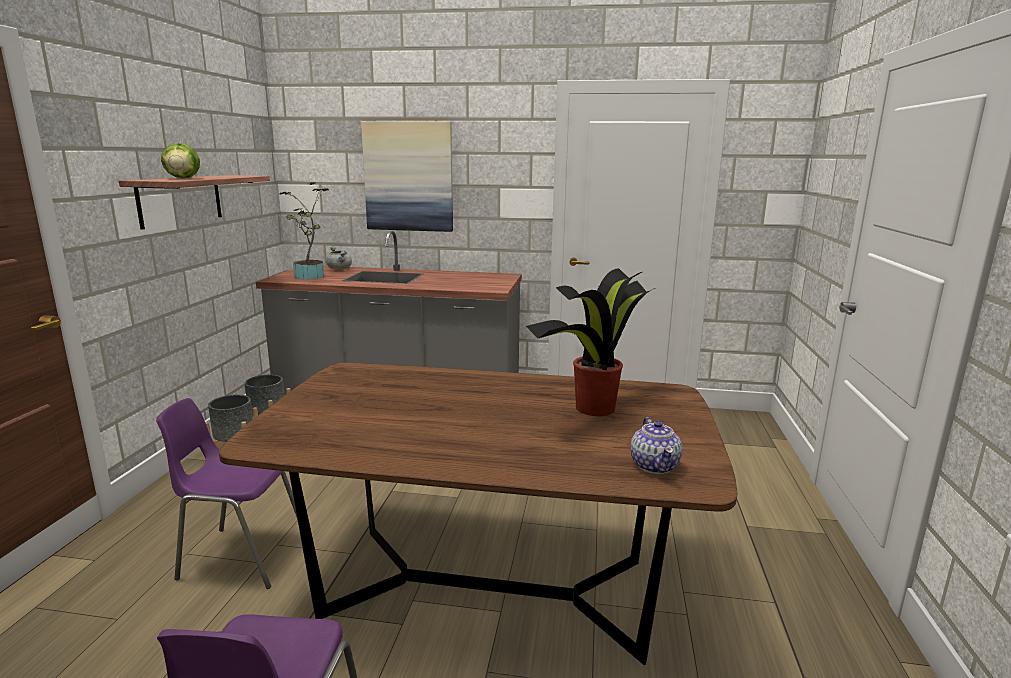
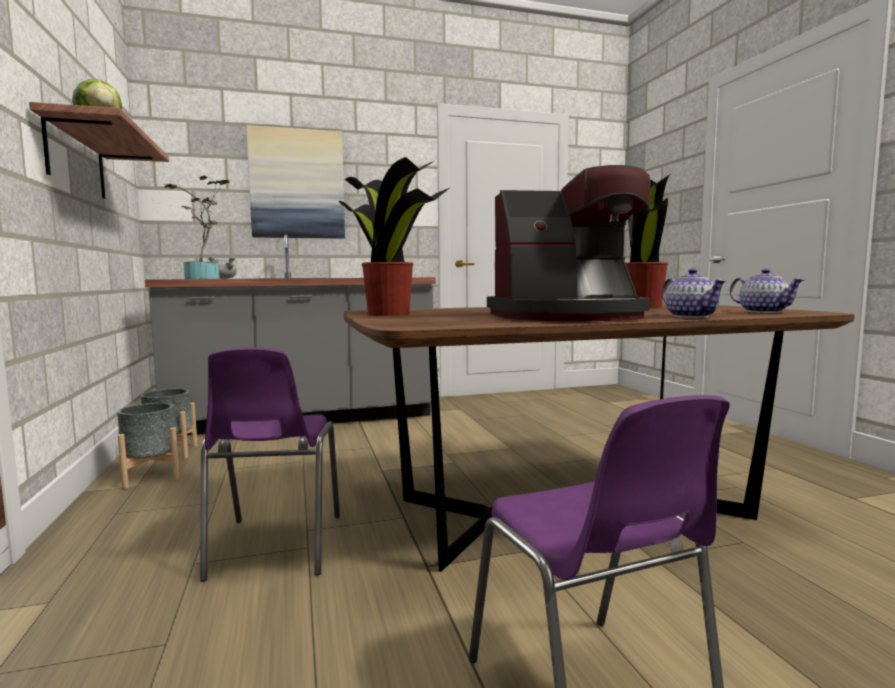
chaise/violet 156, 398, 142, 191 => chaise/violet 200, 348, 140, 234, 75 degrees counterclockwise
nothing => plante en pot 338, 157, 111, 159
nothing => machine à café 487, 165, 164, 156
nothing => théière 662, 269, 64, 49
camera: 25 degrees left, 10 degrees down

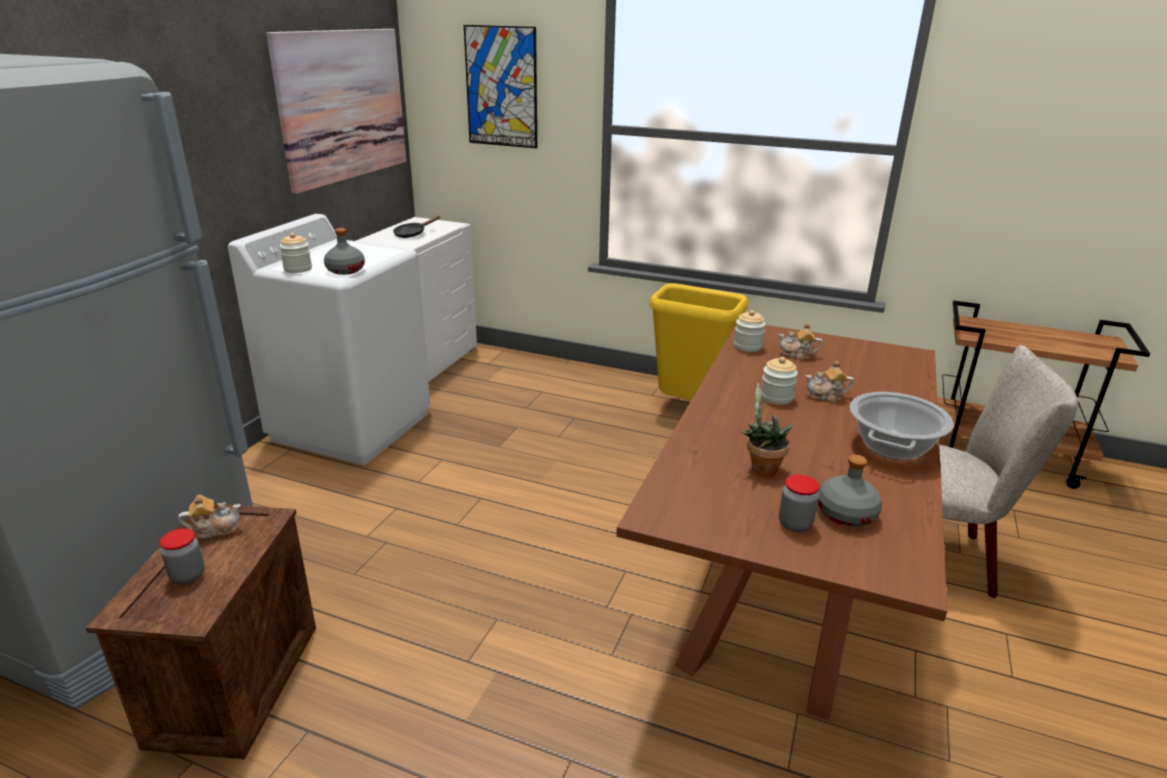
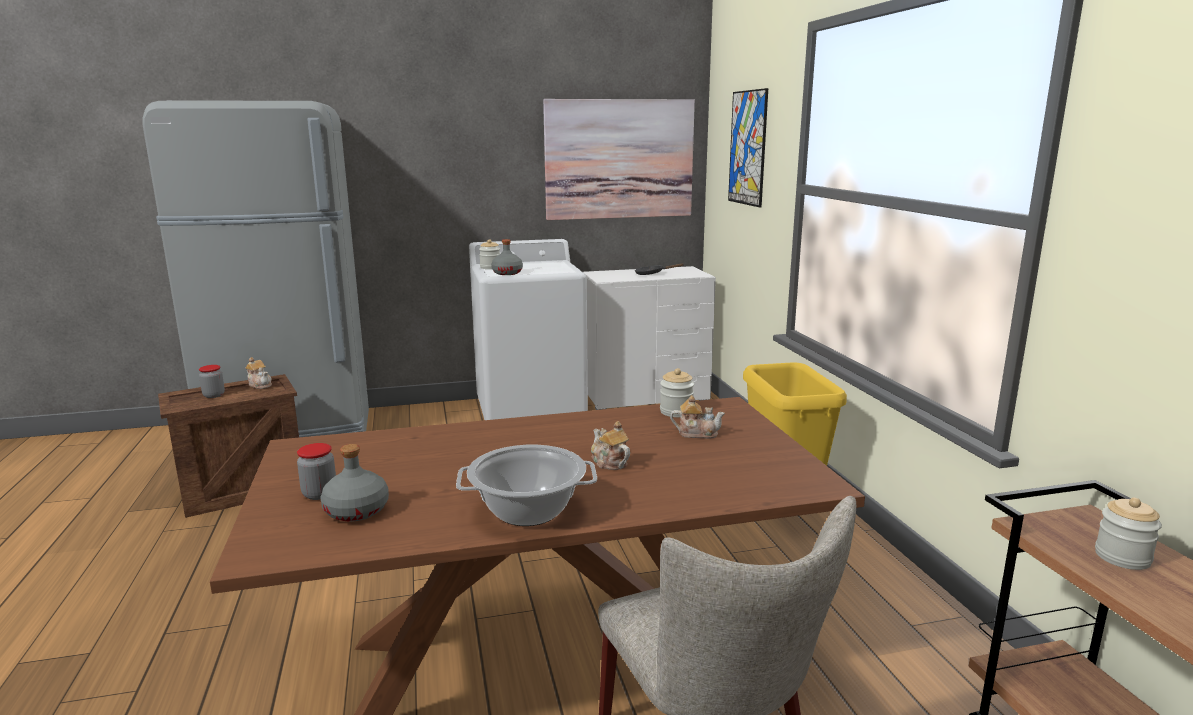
théière 778, 323, 45, 37 => théière 670, 395, 55, 43, 120 degrees clockwise
bocal 761, 357, 37, 48 => bocal 1095, 498, 67, 72, shifted
plante en pot 741, 383, 52, 93 => nothing
camera: 55 degrees right, 10 degrees down

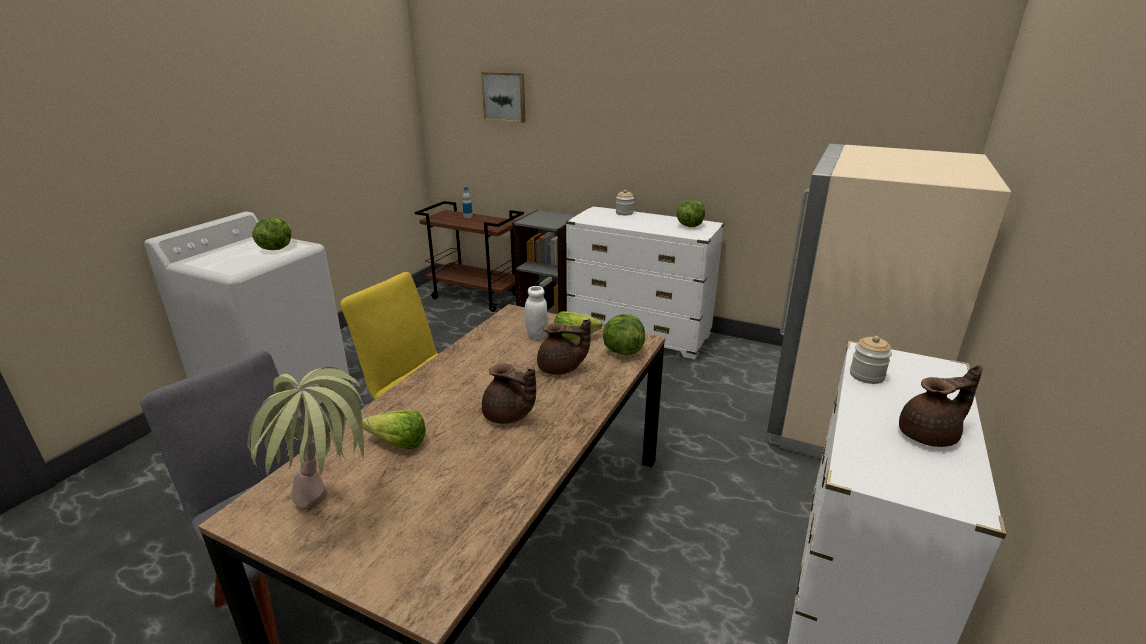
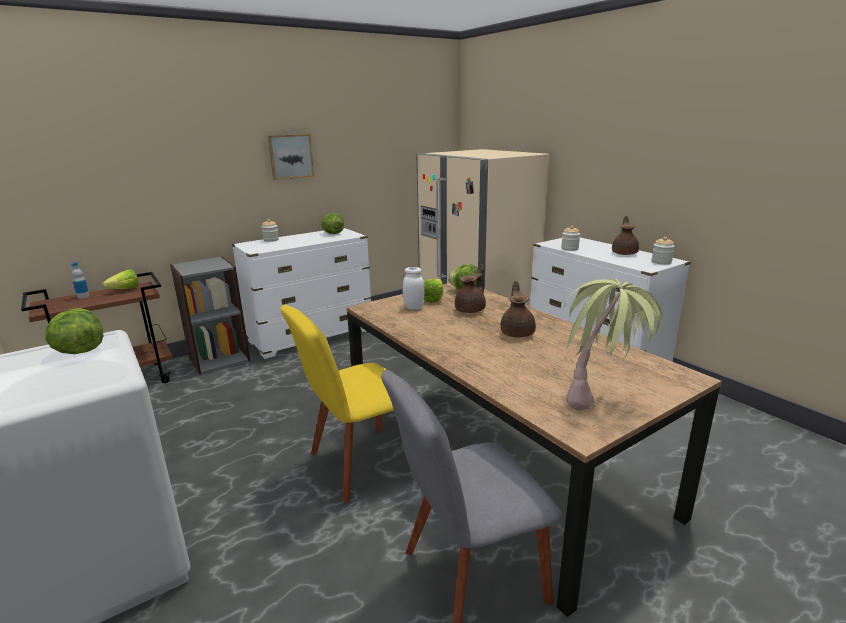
laitue 362, 410, 64, 40 => laitue 102, 269, 37, 20, shifted
tableau 481, 72, 45, 51 => tableau 268, 134, 46, 46, shifted
théière/marron 482, 364, 54, 60 => théière/marron 500, 281, 36, 57, 60 degrees counterclockwise
nothing => bocal 651, 237, 24, 28
camera: 60 degrees left, 5 degrees down

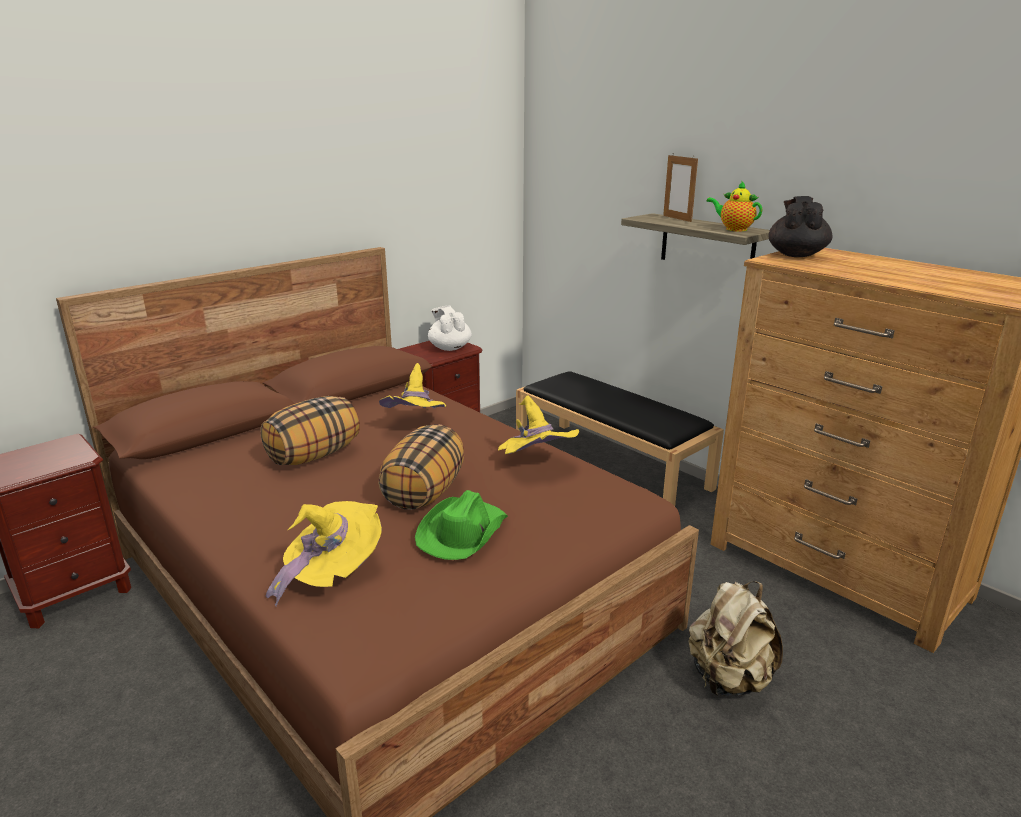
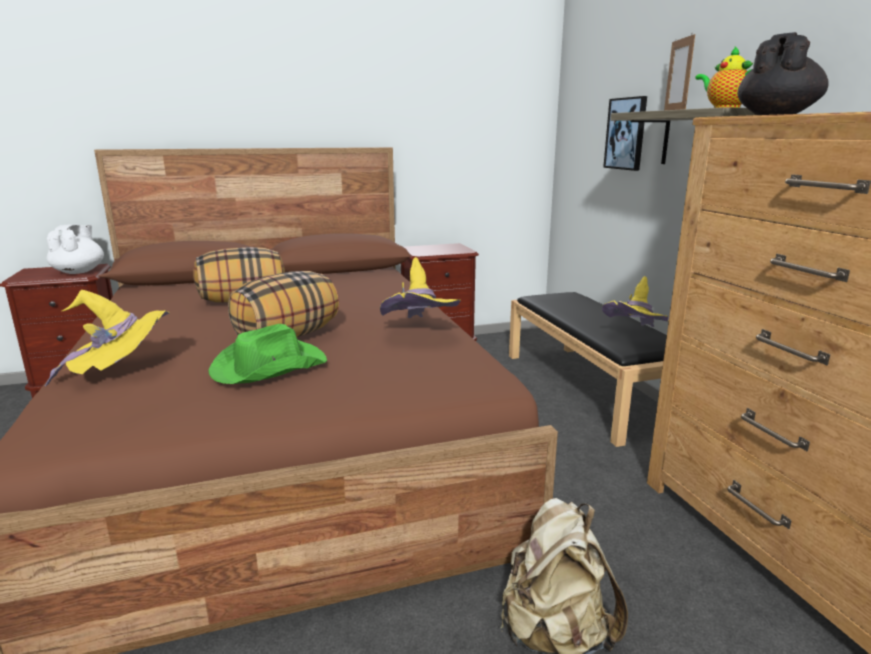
théière/blanc 428, 306, 44, 45 => théière/blanc 46, 224, 58, 50, shifted
chapeau/jaune 379, 363, 67, 45 => chapeau/jaune 602, 276, 67, 51, shifted
nothing => tableau 603, 96, 44, 75
camera: 25 degrees right, 5 degrees down

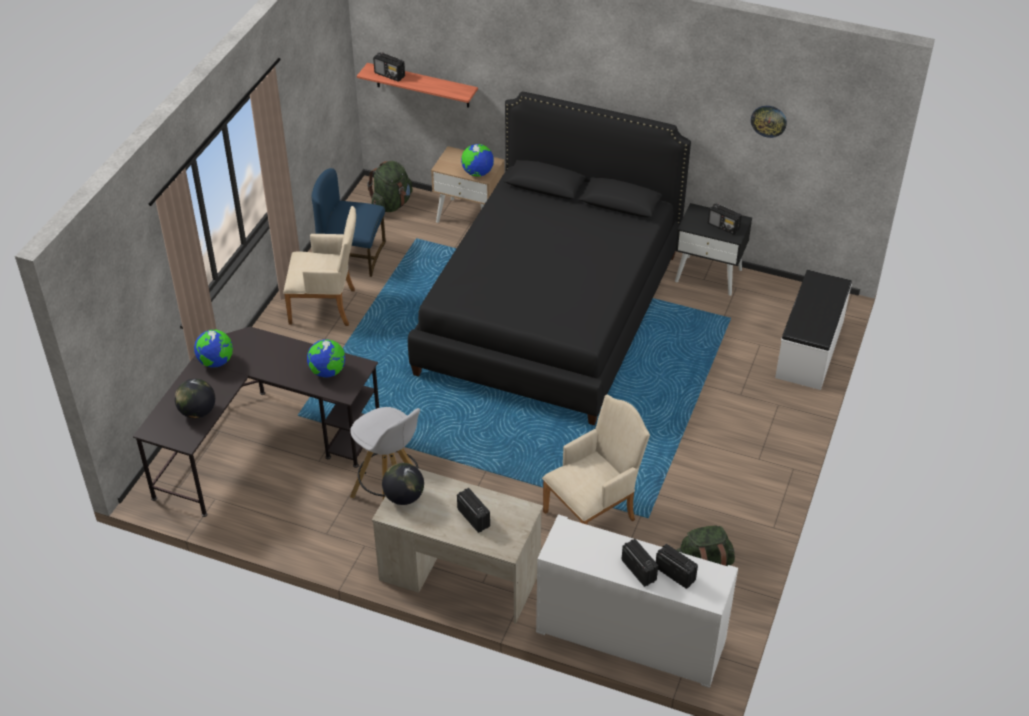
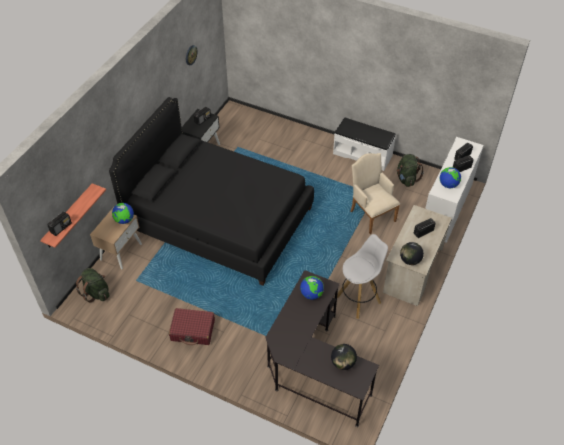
fauteuil/beige 283, 206, 73, 120 => valise/rouge 169, 308, 46, 37
banc/blanc 775, 270, 77, 120 => banc/blanc 333, 117, 63, 54, shifted
globe 194, 330, 39, 37 => globe 440, 167, 21, 21, shifted
chaise/bleu 312, 168, 74, 109 => nothing
camera: 85 degrees left, 5 degrees up

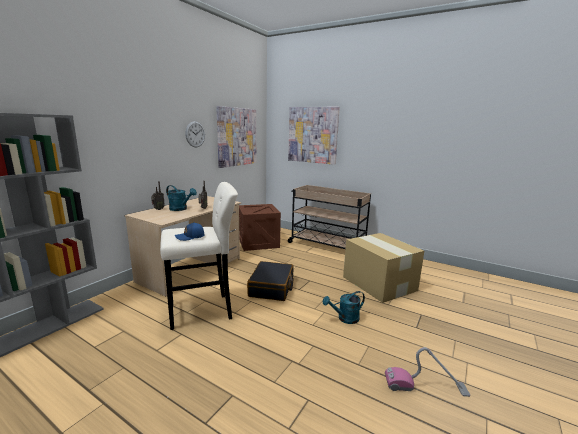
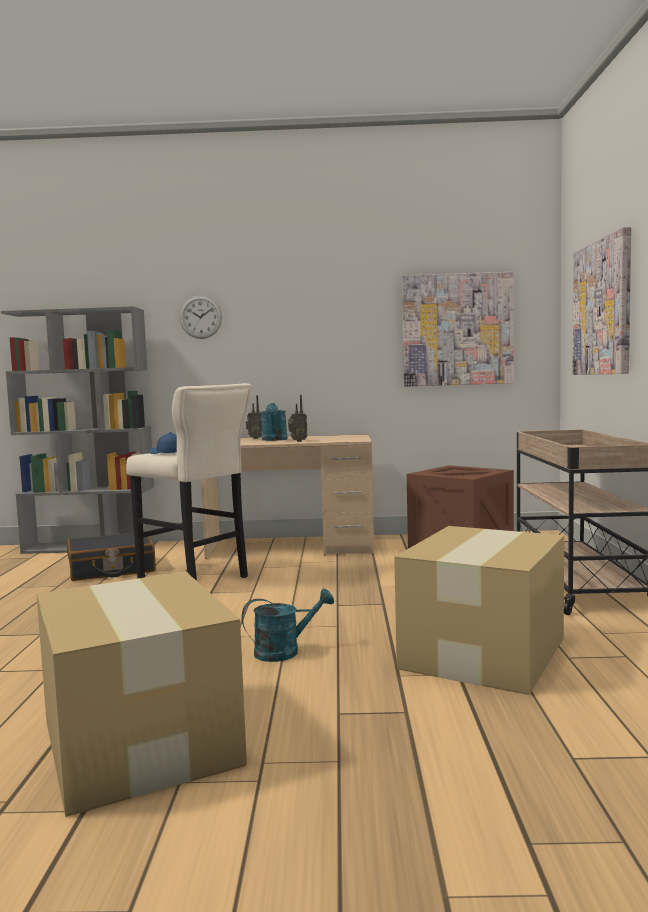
aspirateur 385, 347, 85, 50 => carton 36, 571, 211, 246
valise/noir 247, 261, 47, 40 => valise/noir 67, 533, 89, 48, shifted
horloge murale 185, 121, 20, 27 => horloge murale 180, 296, 42, 43, shifted
arrosoir/turquoise 323, 291, 42, 33 => arrosoir/turquoise 242, 588, 92, 74, 120 degrees clockwise
camera: 60 degrees right, 10 degrees down

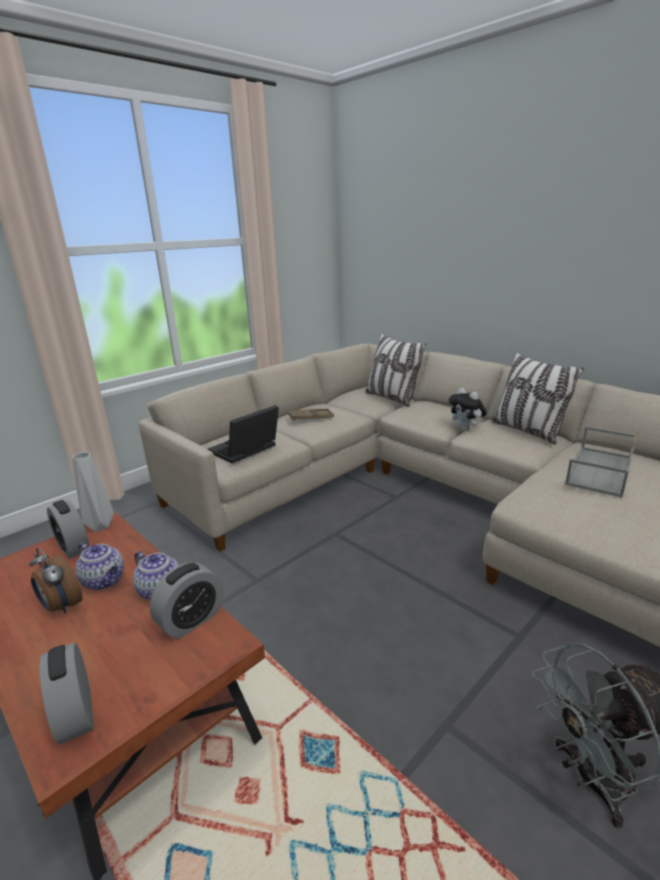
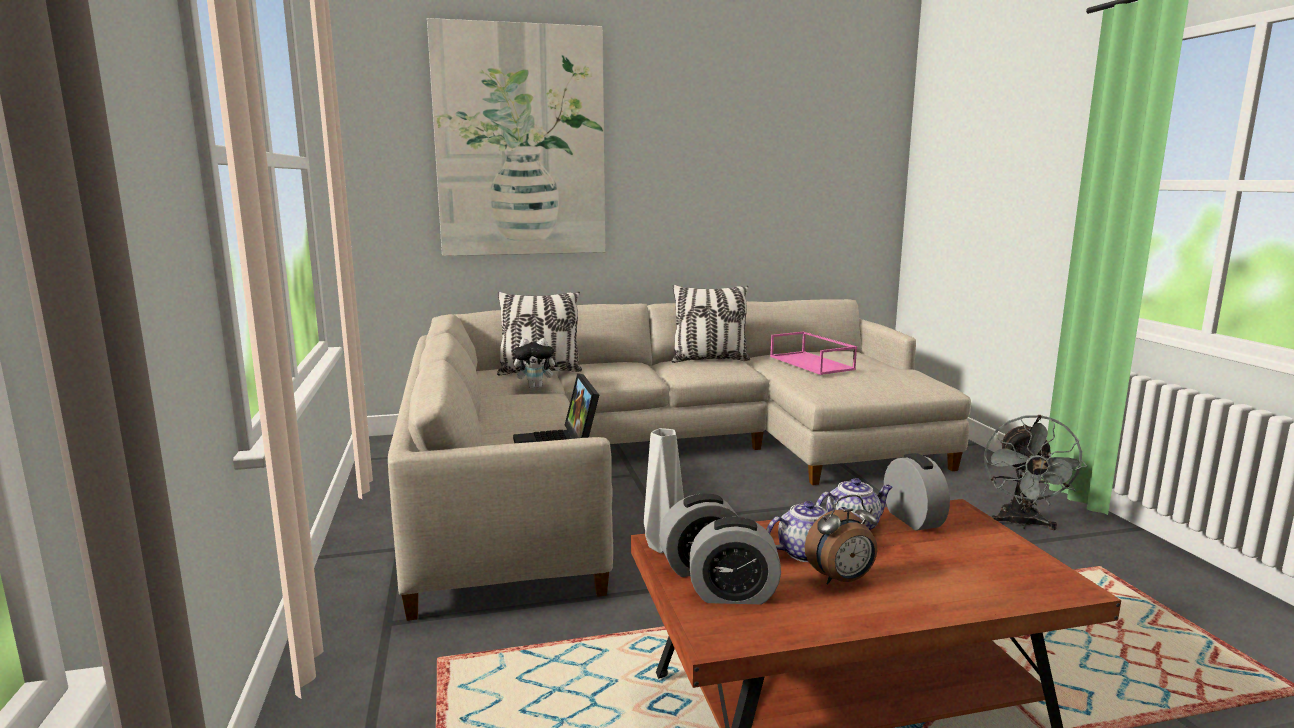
nothing => tableau 427, 18, 179, 238
peluche 449, 388, 38, 43 => peluche 514, 338, 46, 50, shifted
réveil 39, 643, 55, 101 => réveil 690, 517, 91, 87, shifted
plateau/gris 565, 426, 72, 72 => plateau/rose 770, 331, 87, 44
plateau/marron 287, 409, 47, 12 => nothing
camera: 60 degrees left, 10 degrees down

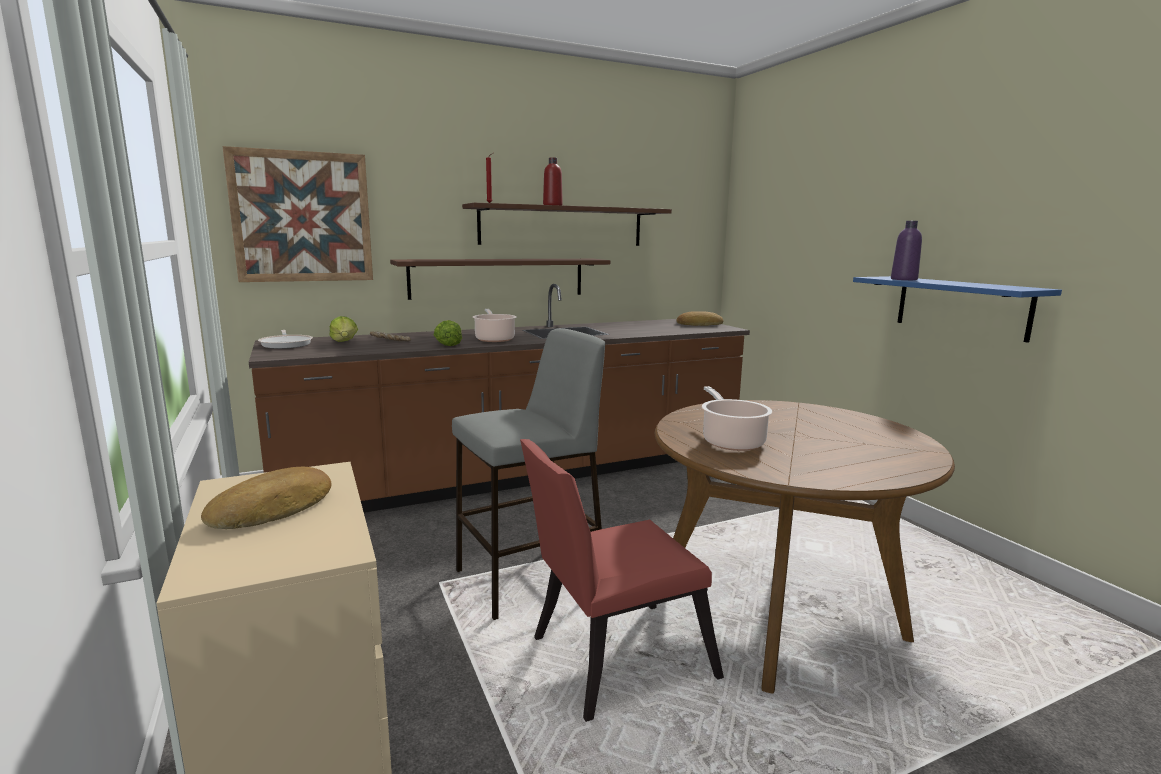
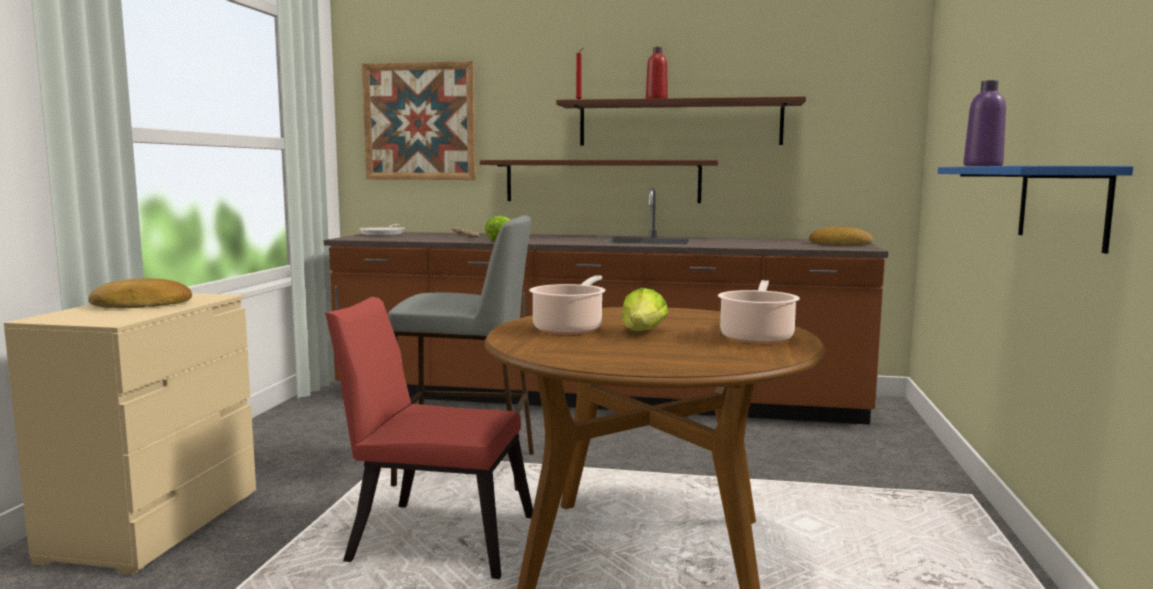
laitue 330, 316, 28, 26 => laitue 622, 288, 46, 43, shifted
marmite 473, 309, 43, 33 => marmite 718, 280, 82, 64, shifted
camera: 35 degrees right, 5 degrees down

